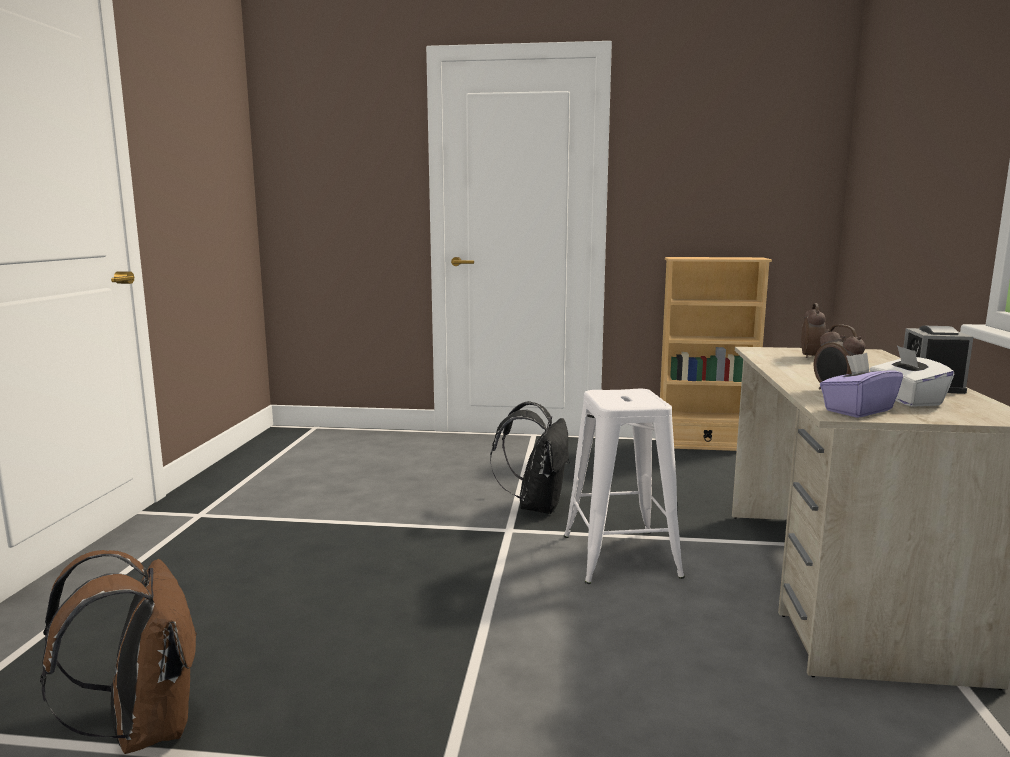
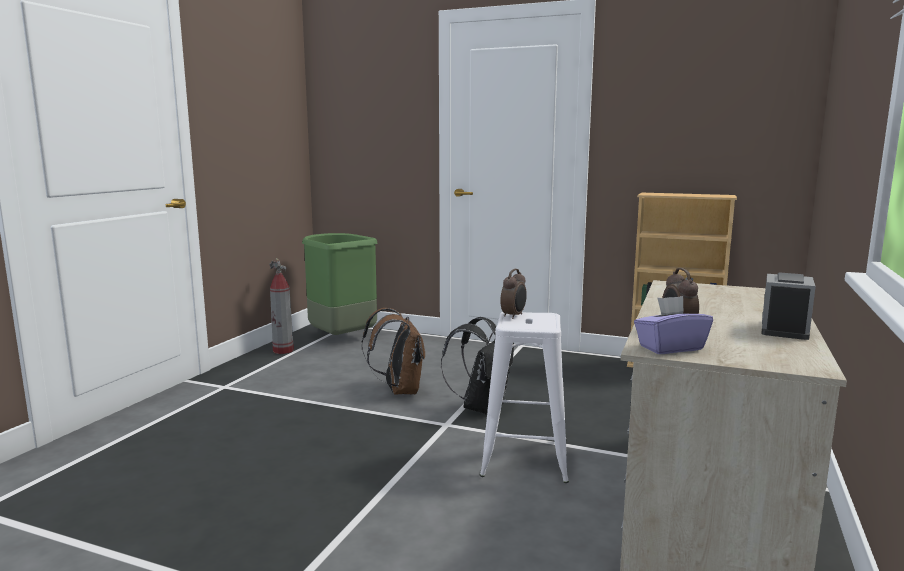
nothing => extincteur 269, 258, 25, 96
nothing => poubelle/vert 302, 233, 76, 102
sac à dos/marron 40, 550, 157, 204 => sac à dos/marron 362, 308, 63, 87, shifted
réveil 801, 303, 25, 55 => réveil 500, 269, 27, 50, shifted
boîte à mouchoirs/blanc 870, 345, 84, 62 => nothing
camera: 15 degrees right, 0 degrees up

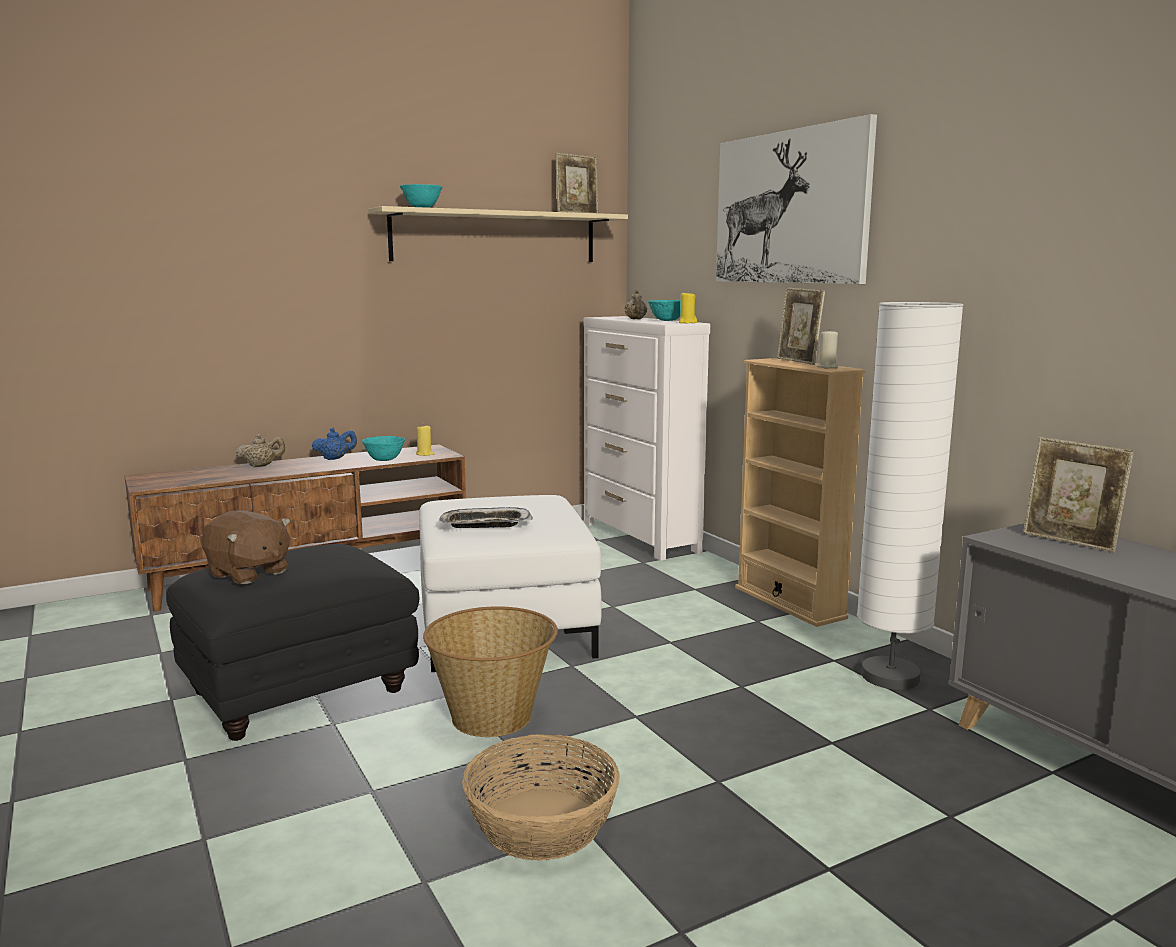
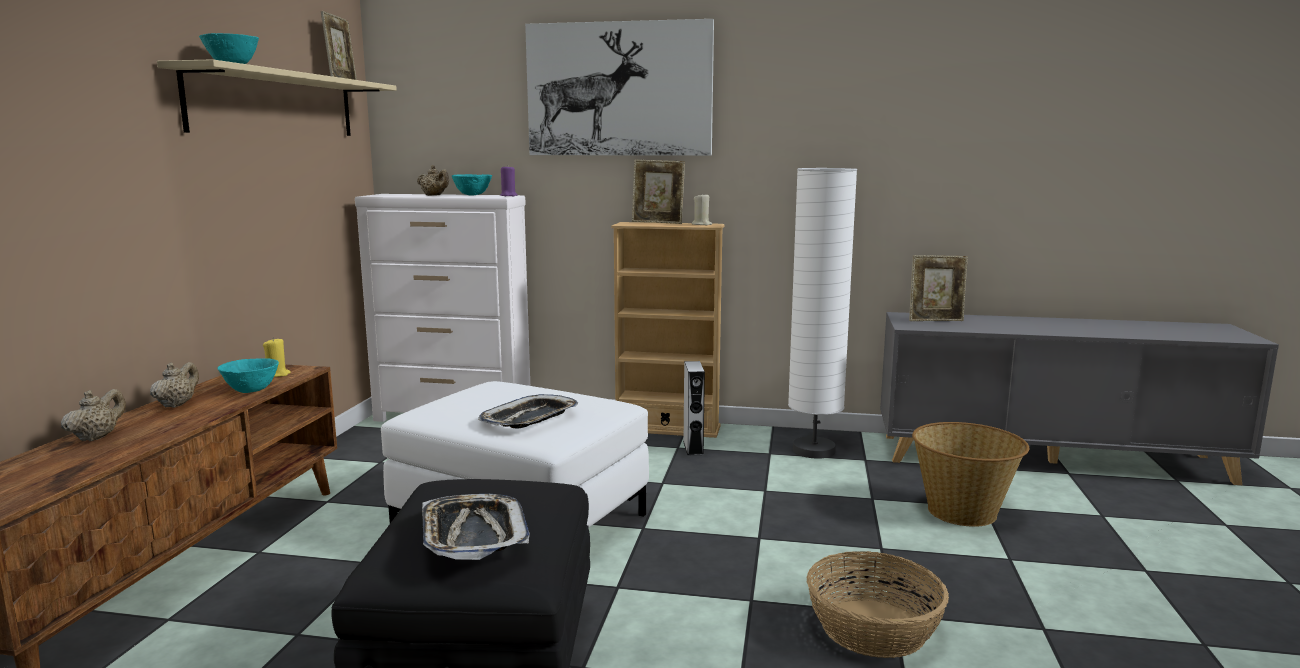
théière/bleu 312, 428, 45, 32 => théière/beige 150, 362, 49, 46
peluche/marron 201, 511, 90, 73 => plateau 422, 494, 108, 66
bougie/jaune 679, 291, 18, 33 => bougie/violet 500, 167, 18, 29
nothing => enceinte/gris 683, 361, 22, 94
panier 423, 606, 135, 131 => panier 912, 422, 118, 105, shifted
camera: 50 degrees left, 0 degrees up

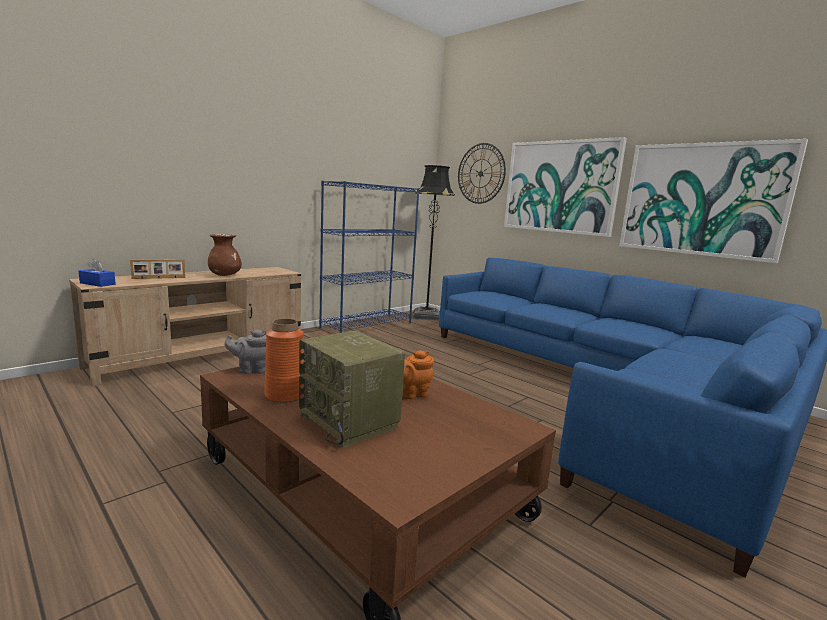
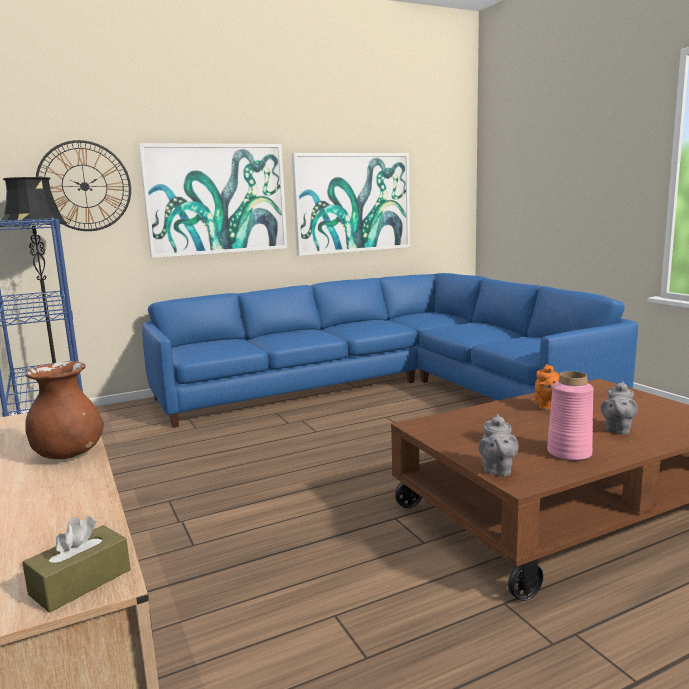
boîte à mouchoirs/bleu 79, 259, 37, 28 => boîte à mouchoirs/marron 22, 516, 108, 96
vase/orange 265, 319, 39, 84 => vase/rose 547, 371, 47, 90
radio 299, 331, 106, 117 => théière/gris 600, 381, 38, 54
cadre photo 130, 259, 55, 20 => nothing
camera: 70 degrees left, 0 degrees up

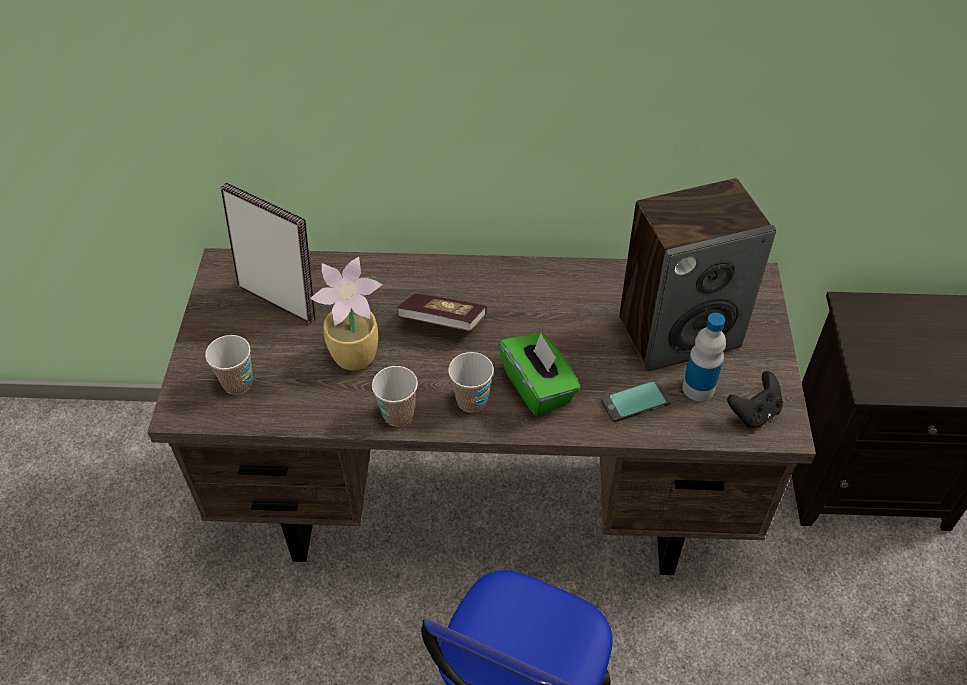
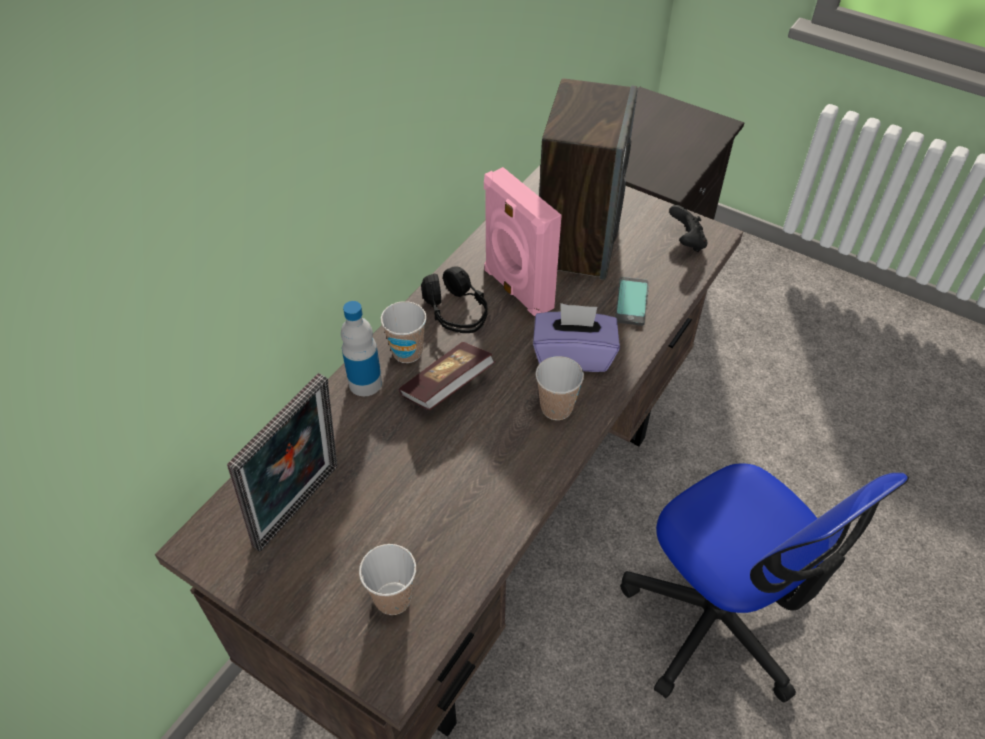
cadre photo 221, 183, 95, 141 => cadre photo 227, 373, 110, 179, 150 degrees clockwise
bouteille 682, 313, 44, 88 => bouteille 341, 301, 41, 95, shifted
tasse 372, 366, 46, 61 => tasse 381, 301, 46, 62, shifted
nothing => casque audio/noir 421, 266, 66, 67
nothing => enceinte/rose 484, 167, 78, 149
boîte à mouchoirs/vert 499, 332, 81, 84 => boîte à mouchoirs/violet 533, 303, 87, 69
plante en pot 310, 257, 72, 113 => nothing
camera: 60 degrees left, 0 degrees up

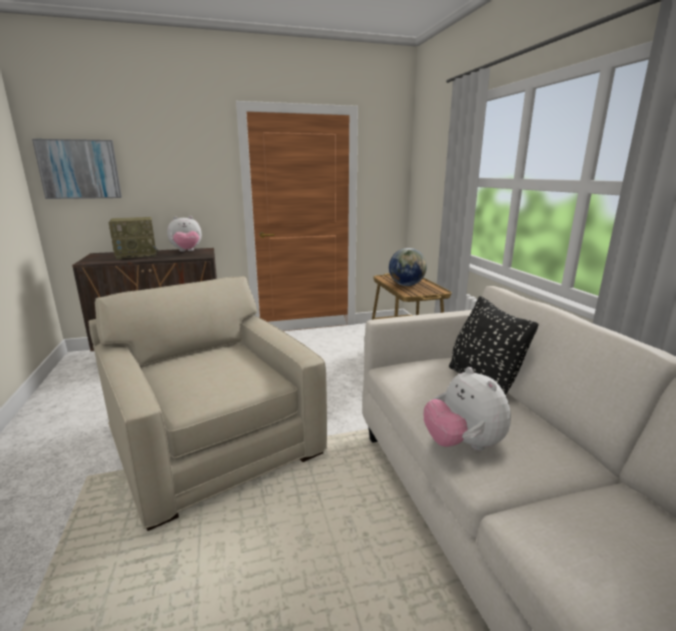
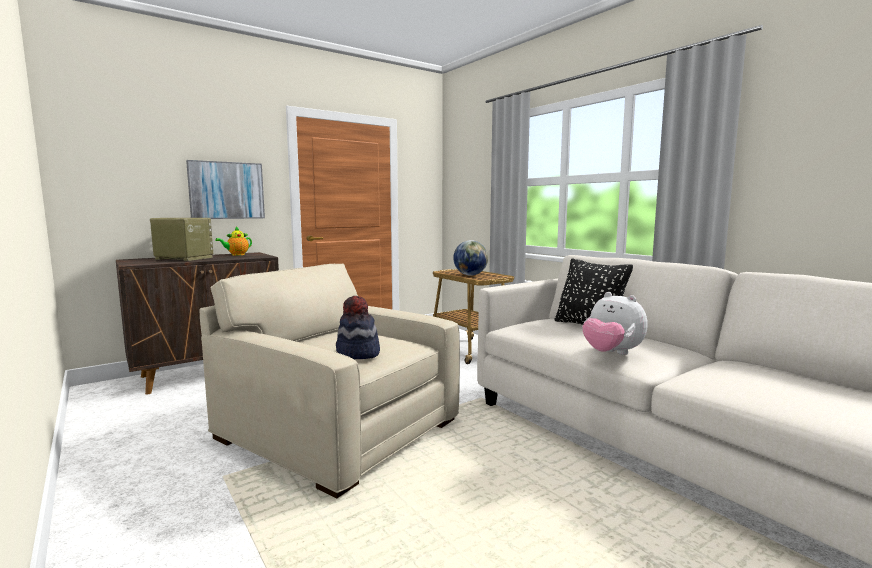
radio 109, 217, 49, 42 => radio 150, 218, 63, 43, 120 degrees counterclockwise
tableau 32, 139, 90, 60 => tableau 186, 160, 79, 59, shifted
peluche 167, 216, 35, 36 => théière 215, 226, 37, 29
nothing => chapeau 336, 296, 44, 63
camera: 20 degrees left, 10 degrees down

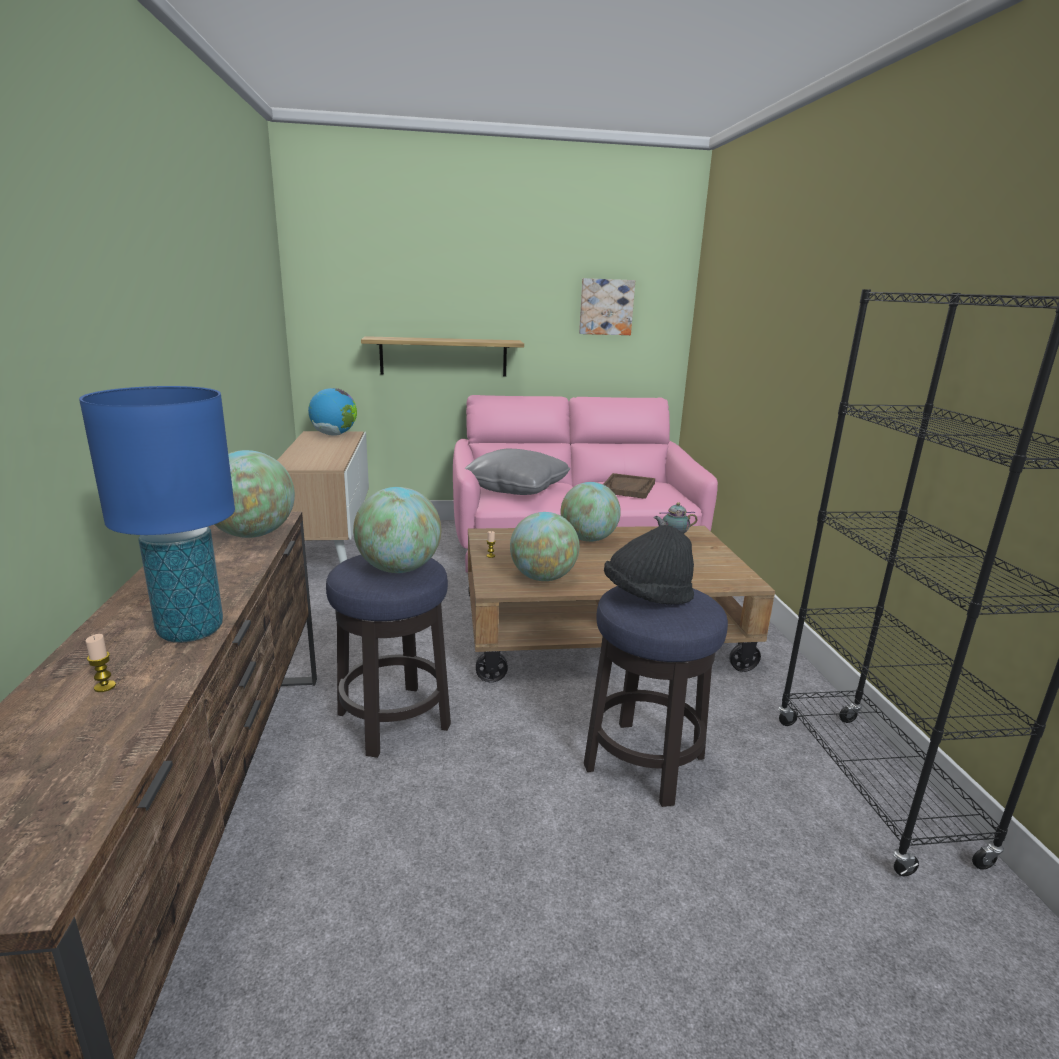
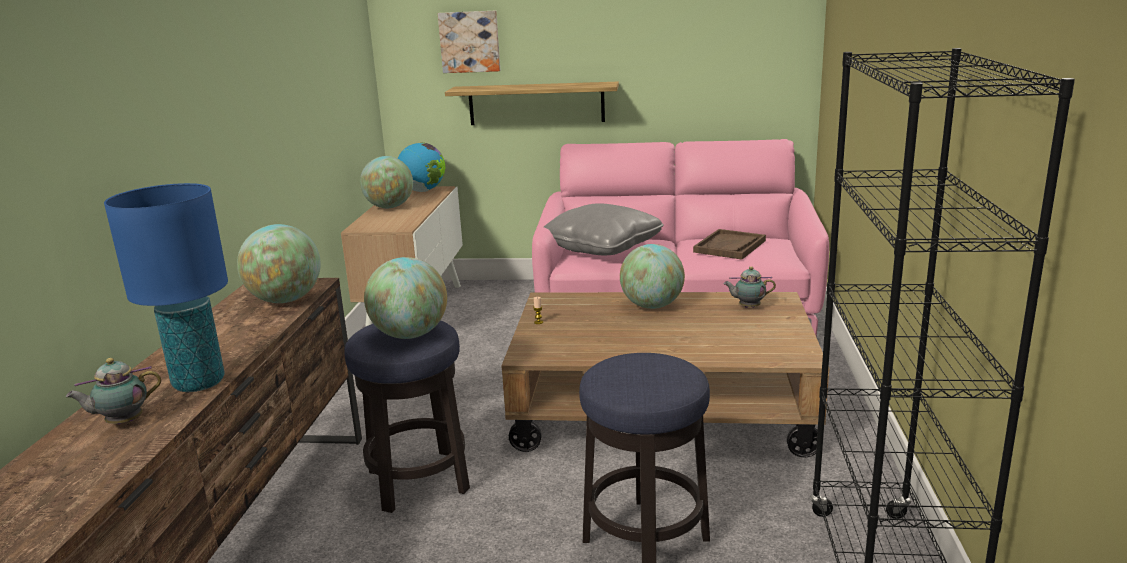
bougie 85, 634, 31, 58 => théière 66, 358, 95, 66
globe 510, 512, 69, 69 => globe 360, 156, 53, 52, shifted
tableau 579, 278, 56, 57 => tableau 438, 11, 62, 62, shifted
chapeau/noir 604, 525, 90, 80 => nothing
camera: 15 degrees right, 0 degrees up

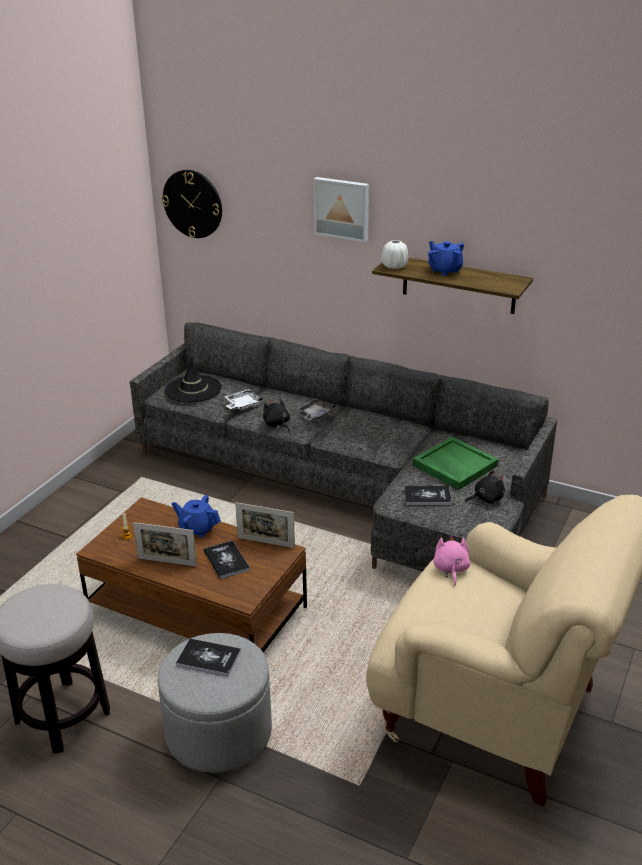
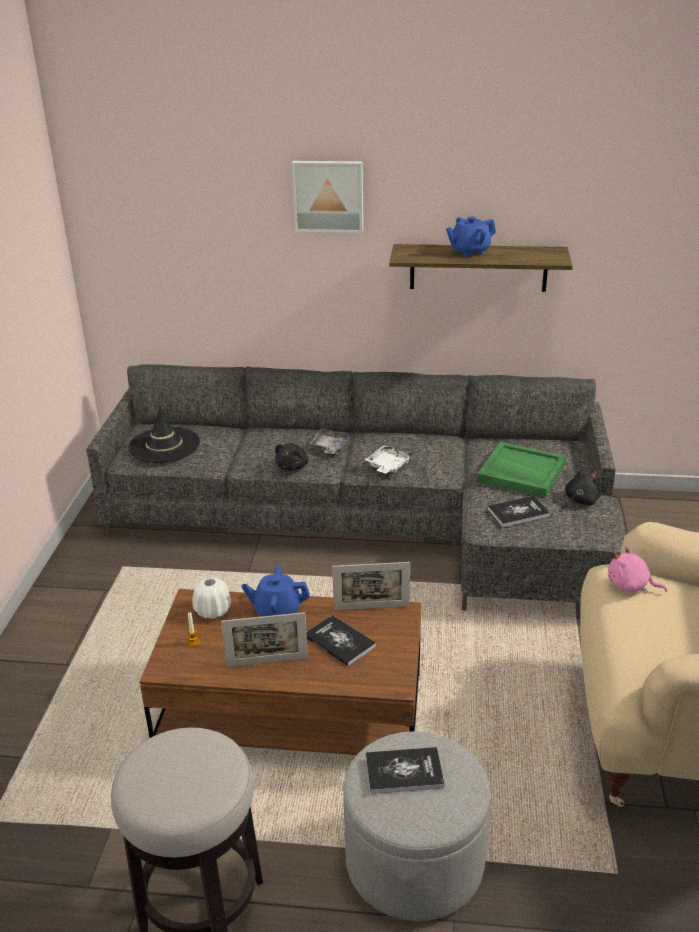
vase/blanc 381, 240, 27, 29 => vase/blanc 192, 577, 39, 42, shifted
peluche/noir 263, 398, 27, 33 => peluche/noir 275, 443, 34, 27, 105 degrees counterclockwise
plateau/blanc 224, 389, 39, 21 => plateau/blanc 365, 445, 48, 28, shifted
théière/bleu 428, 241, 36, 35 => théière/bleu 446, 217, 50, 40, 60 degrees counterclockwise
peluche/rose 433, 535, 37, 51 => peluche/rose 608, 545, 59, 49, 45 degrees counterclockwise
horloge murale 162, 170, 60, 68 => nothing
camera: 20 degrees left, 0 degrees up

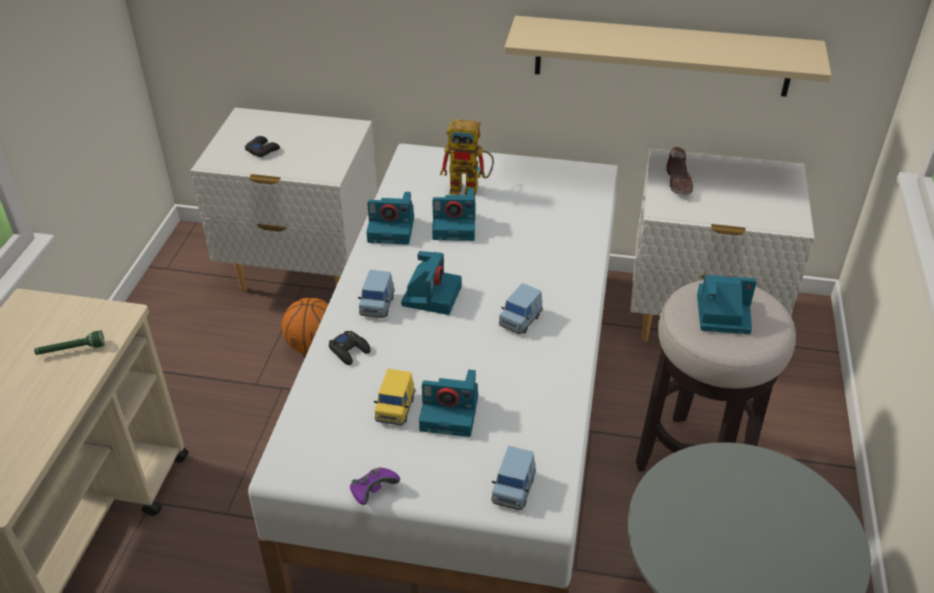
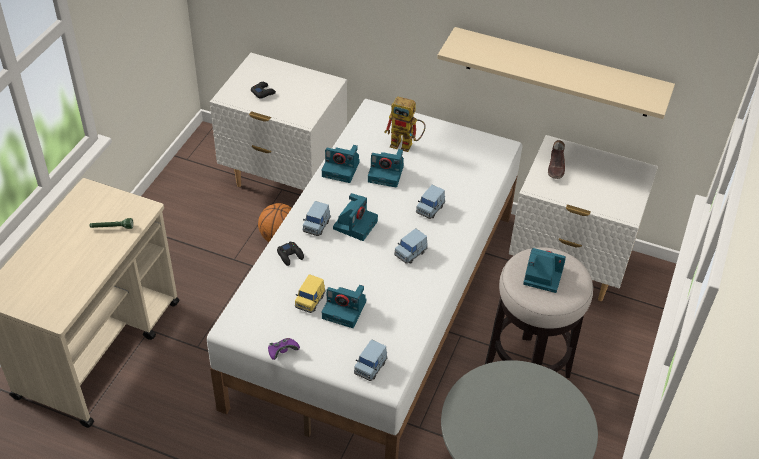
nothing => petite voiture/bleu 416, 185, 29, 34
camera: 10 degrees right, 5 degrees up

